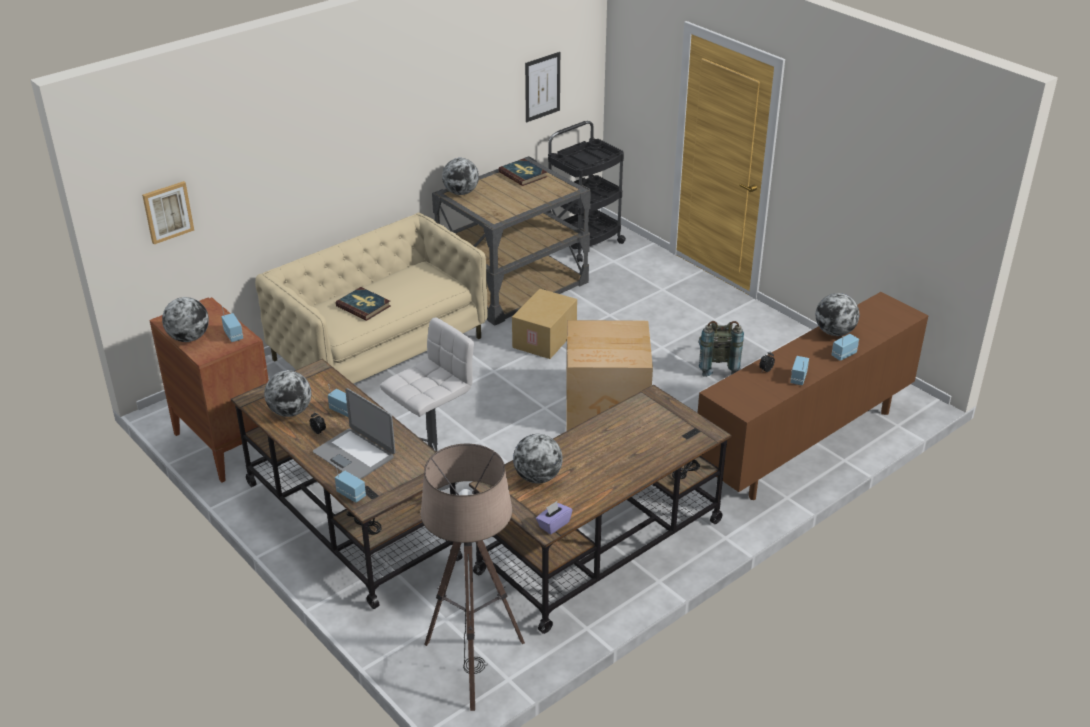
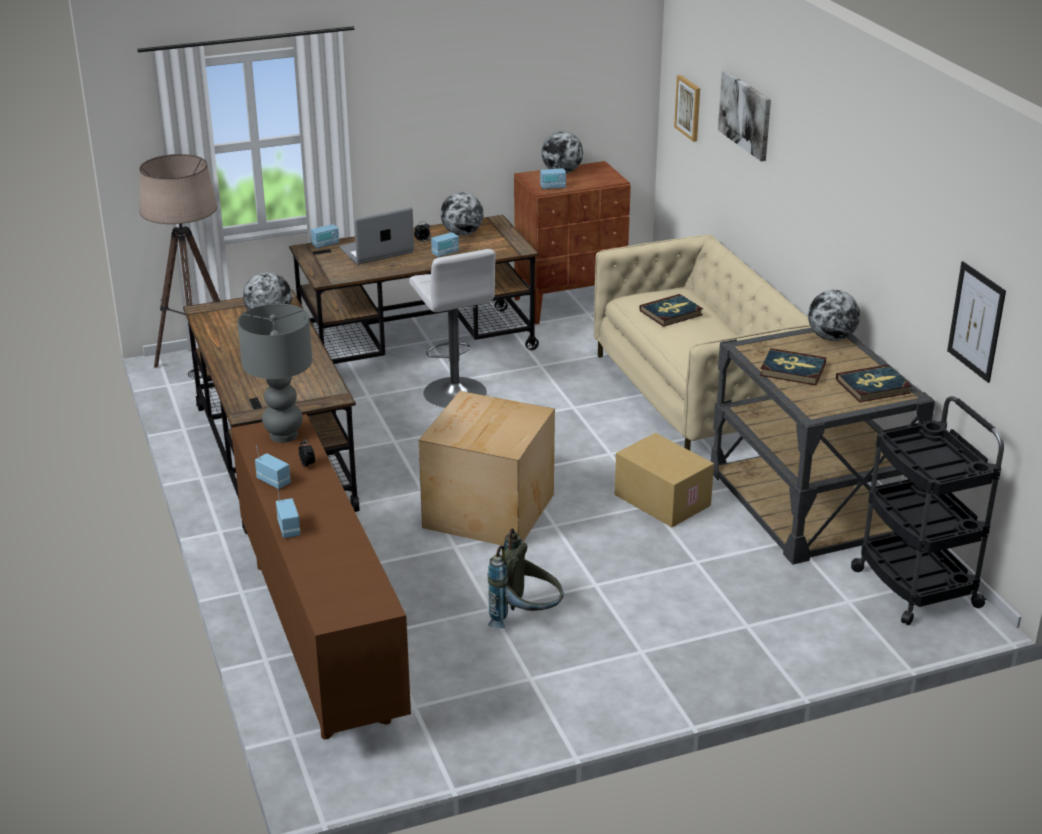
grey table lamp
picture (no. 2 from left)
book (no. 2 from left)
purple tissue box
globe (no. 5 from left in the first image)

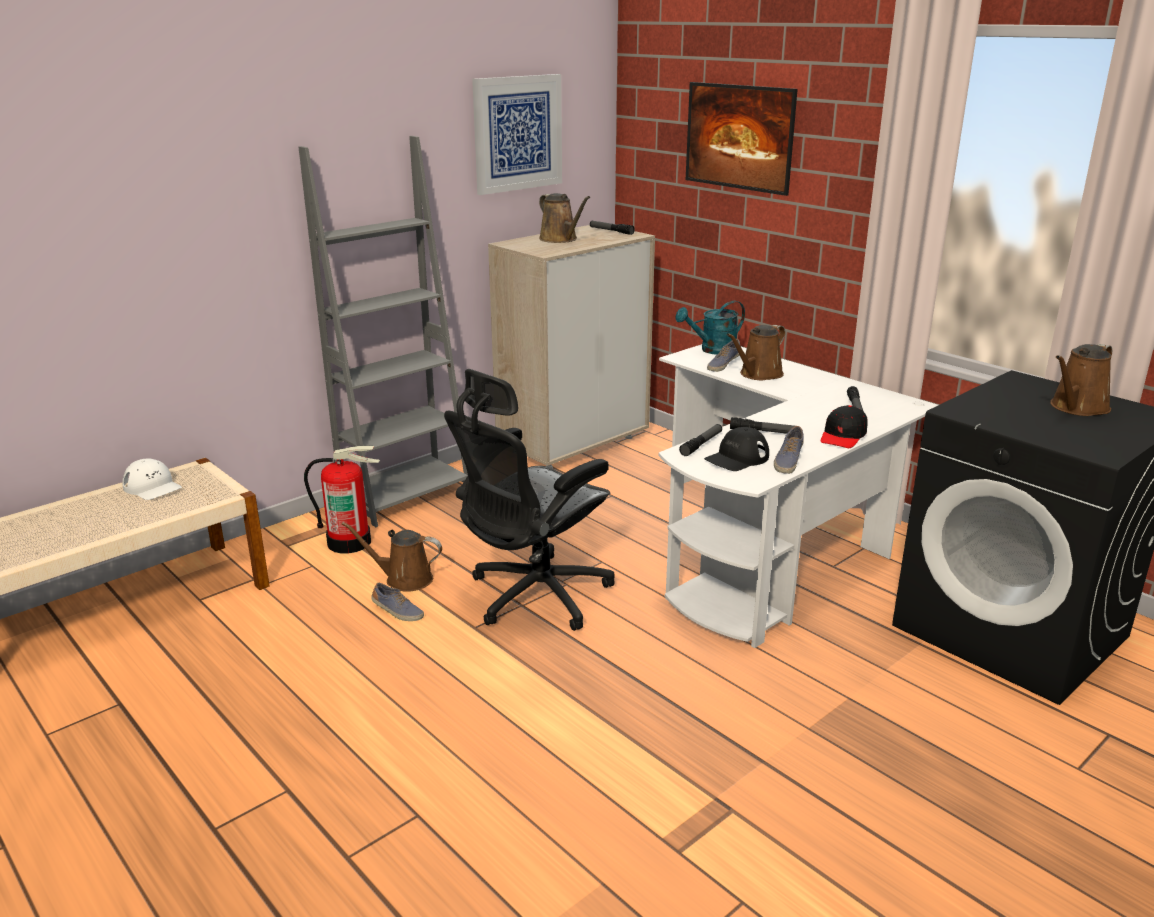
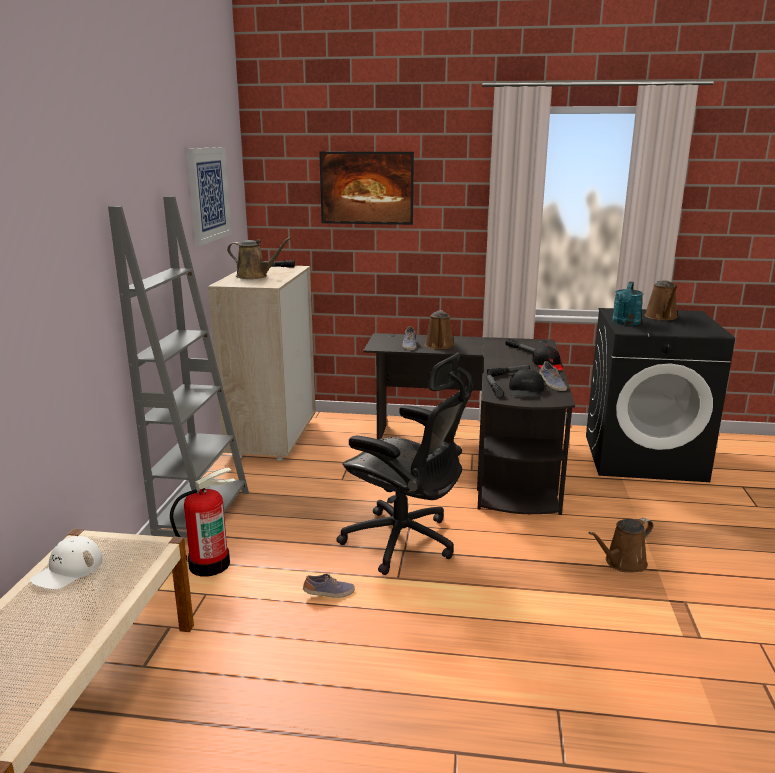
white cap
office chair
black desk
brown watering can (no. 3 from left)
turquoise watering can

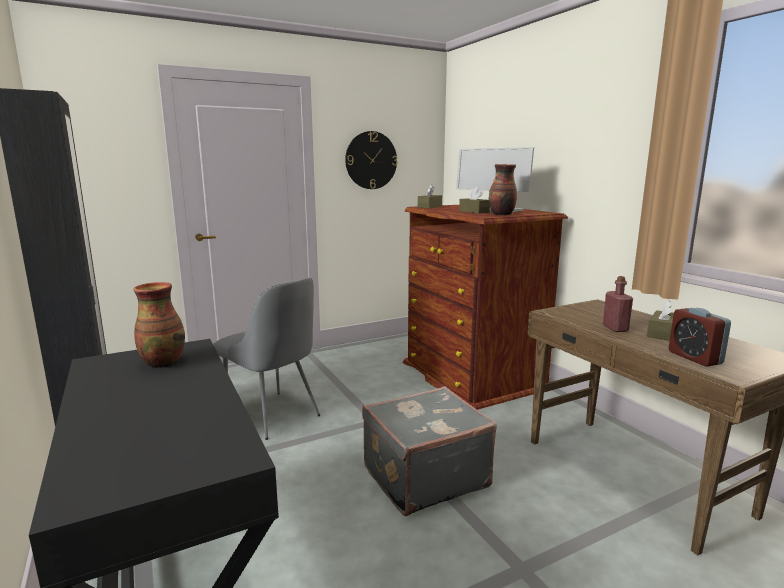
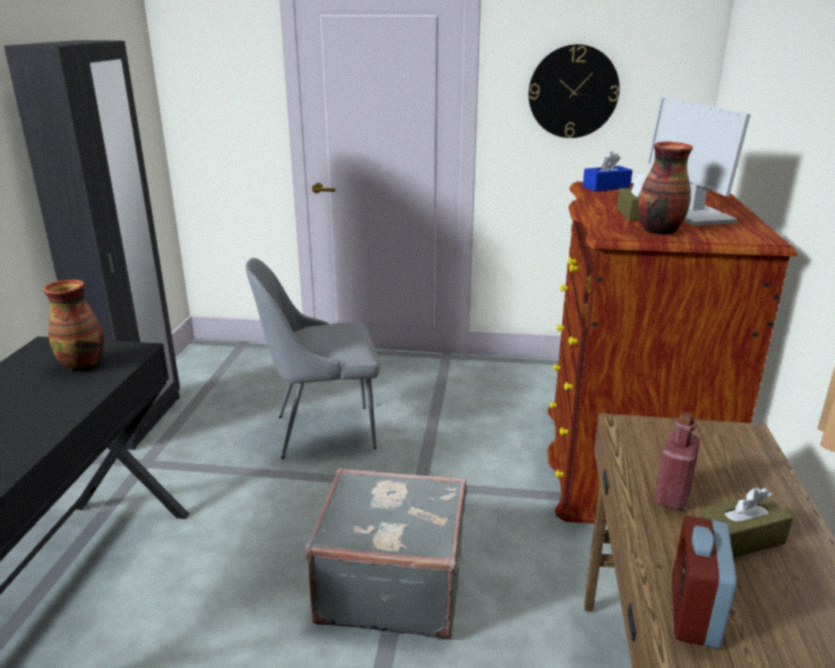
grey chair
blue tissue box

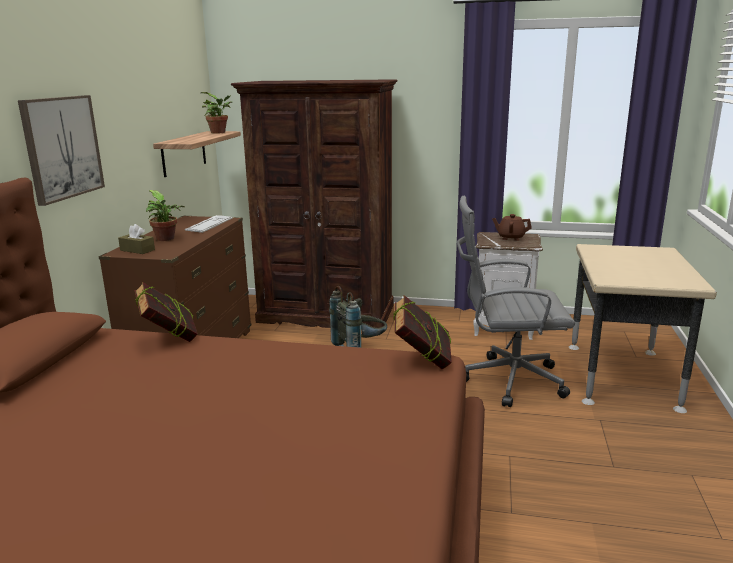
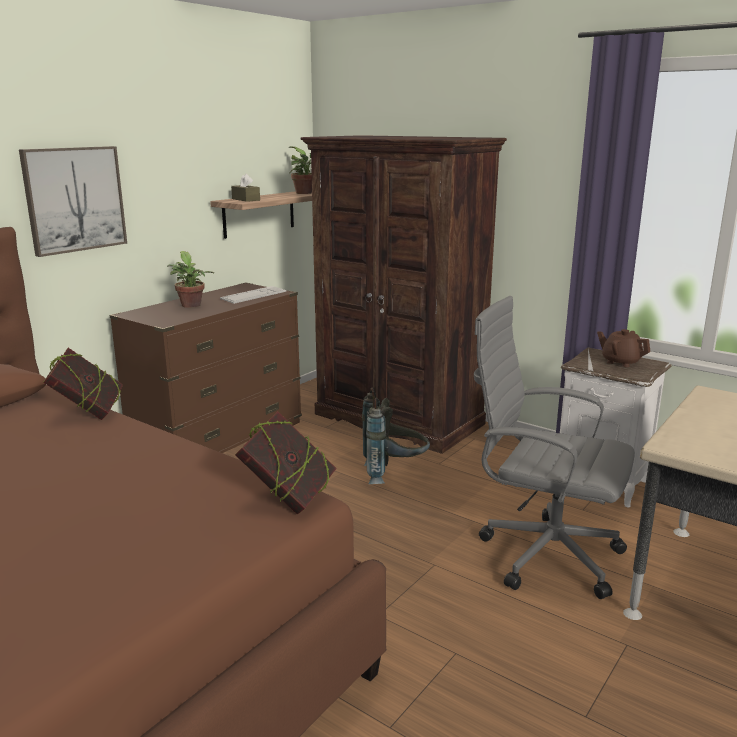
brown tissue box

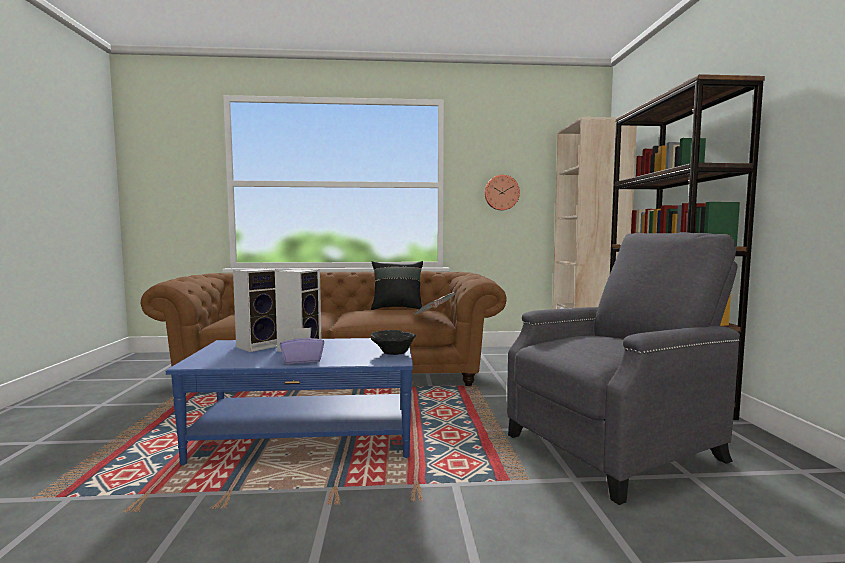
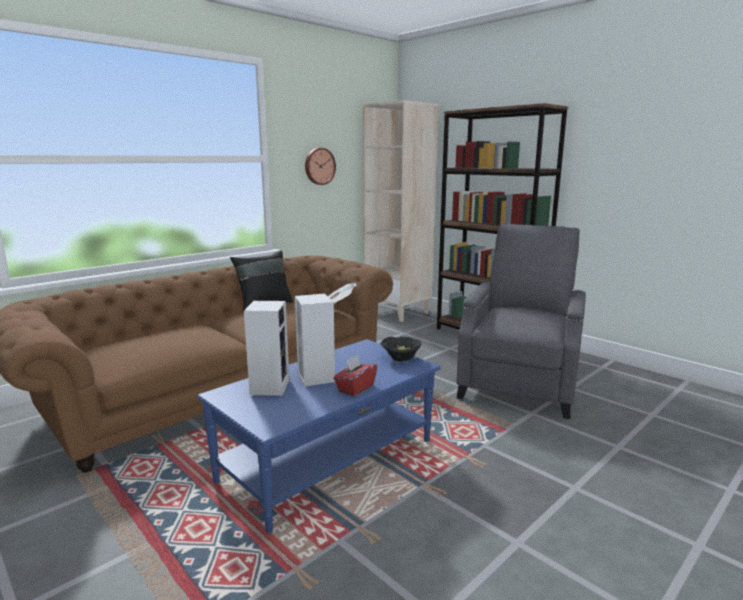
red tissue box

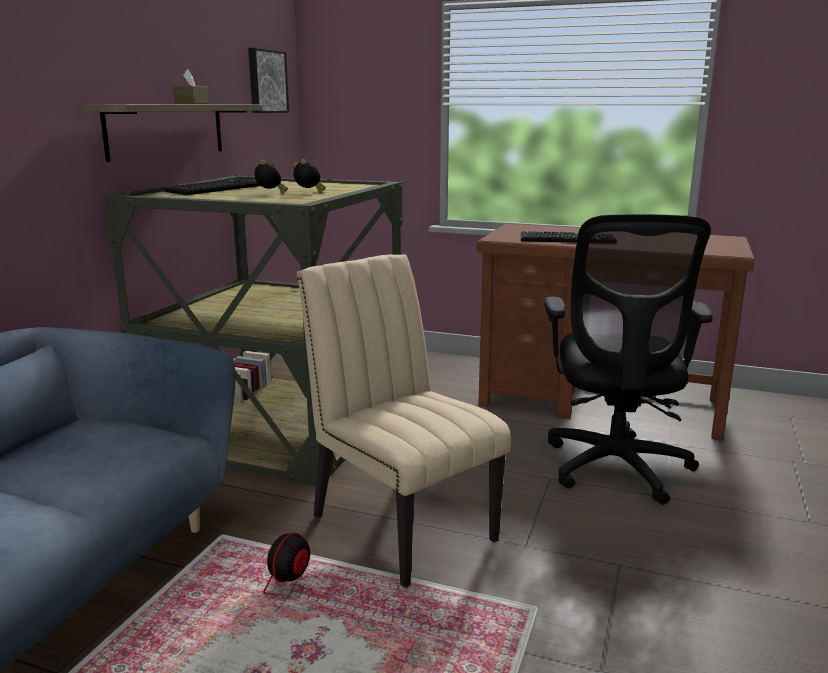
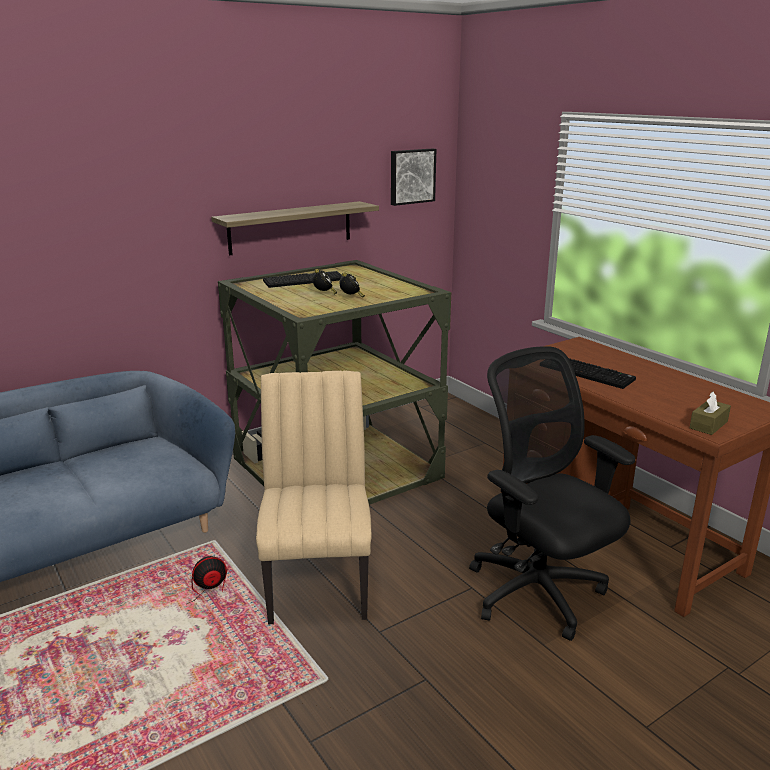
black office chair
brown tissue box

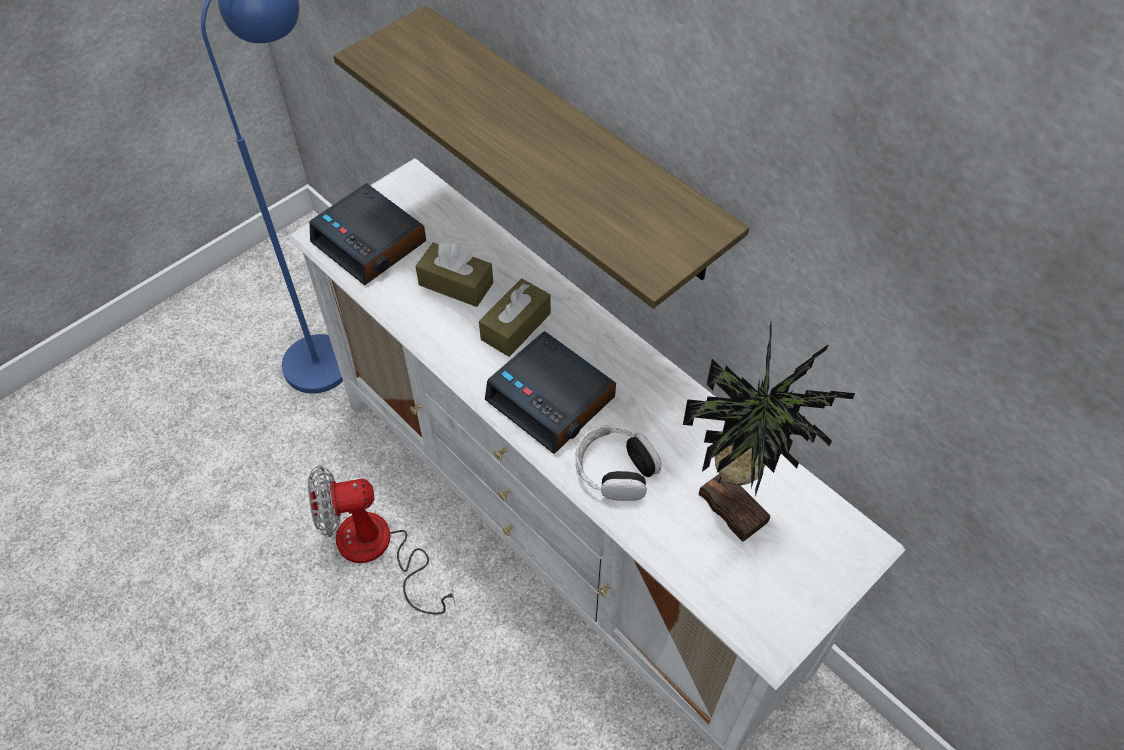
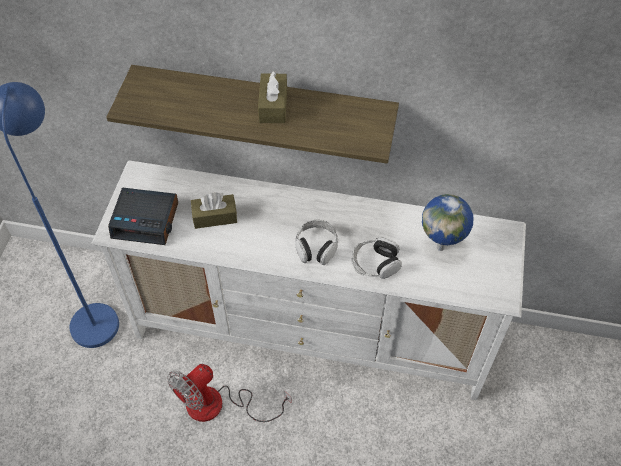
brown tissue box (no. 2 from left)
headphones (no. 1 from left)
globe

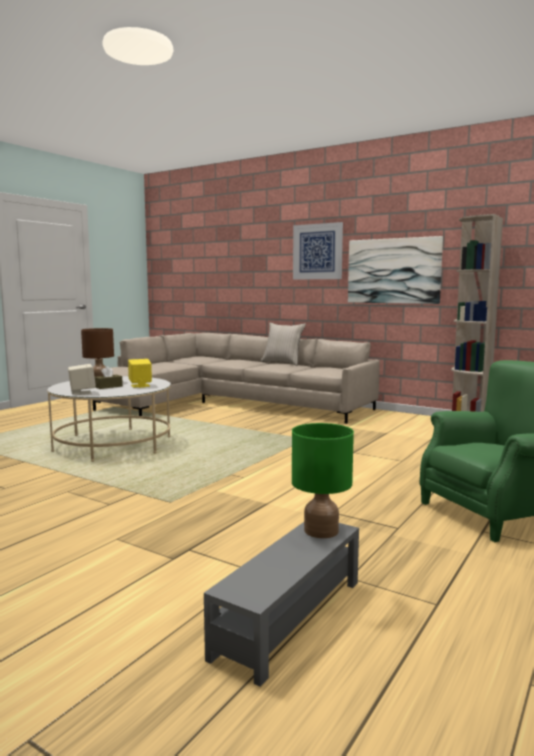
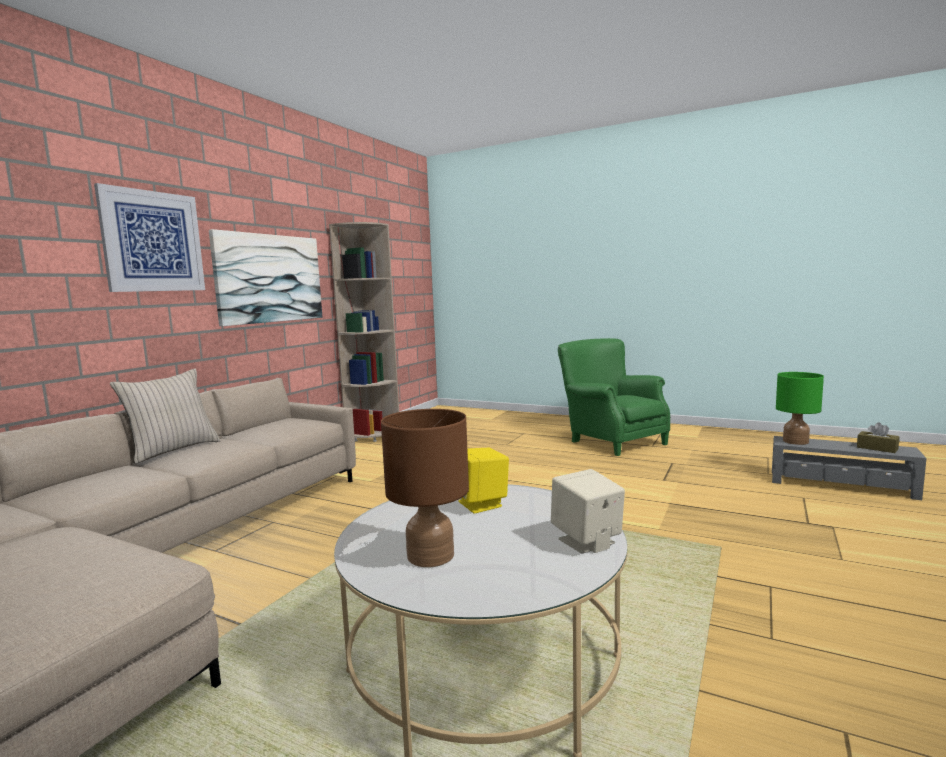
brown tissue box

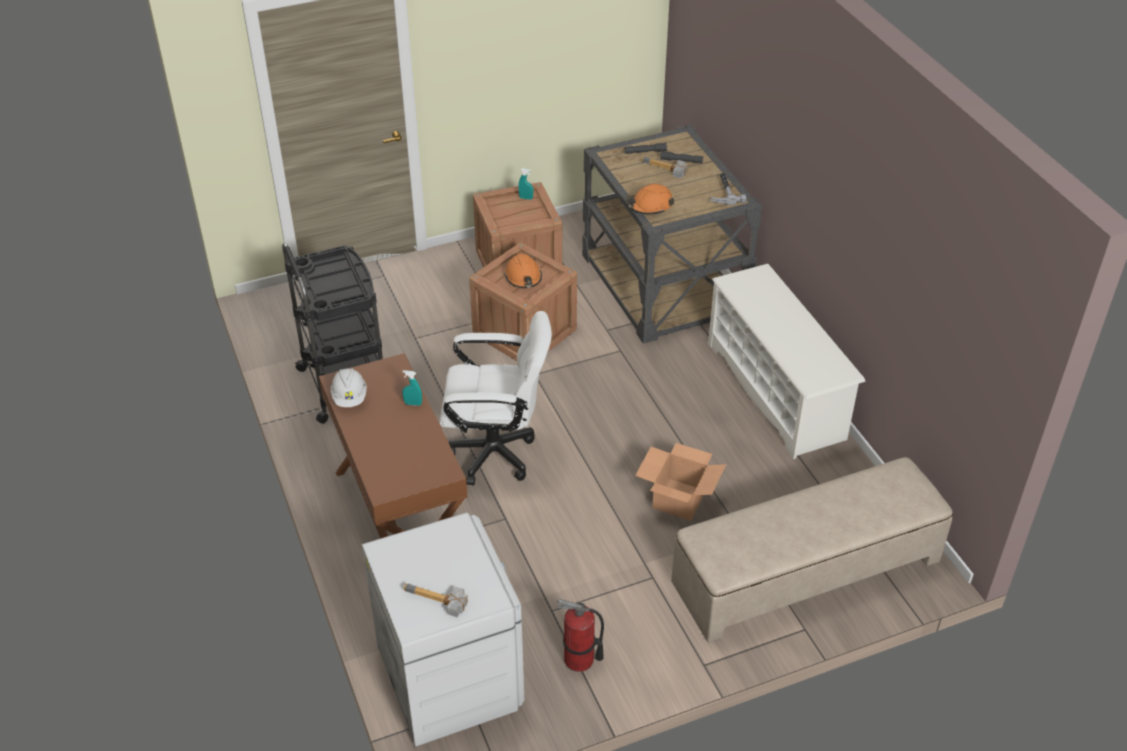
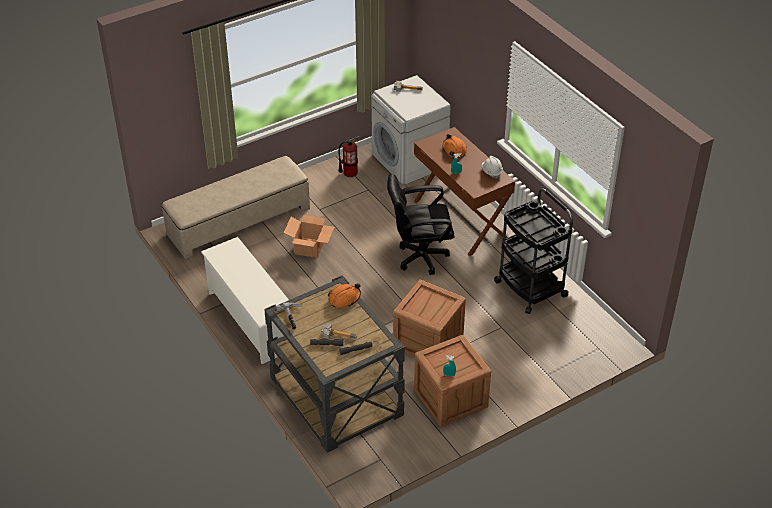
black office chair
orange hard hat (no. 2 from left)

